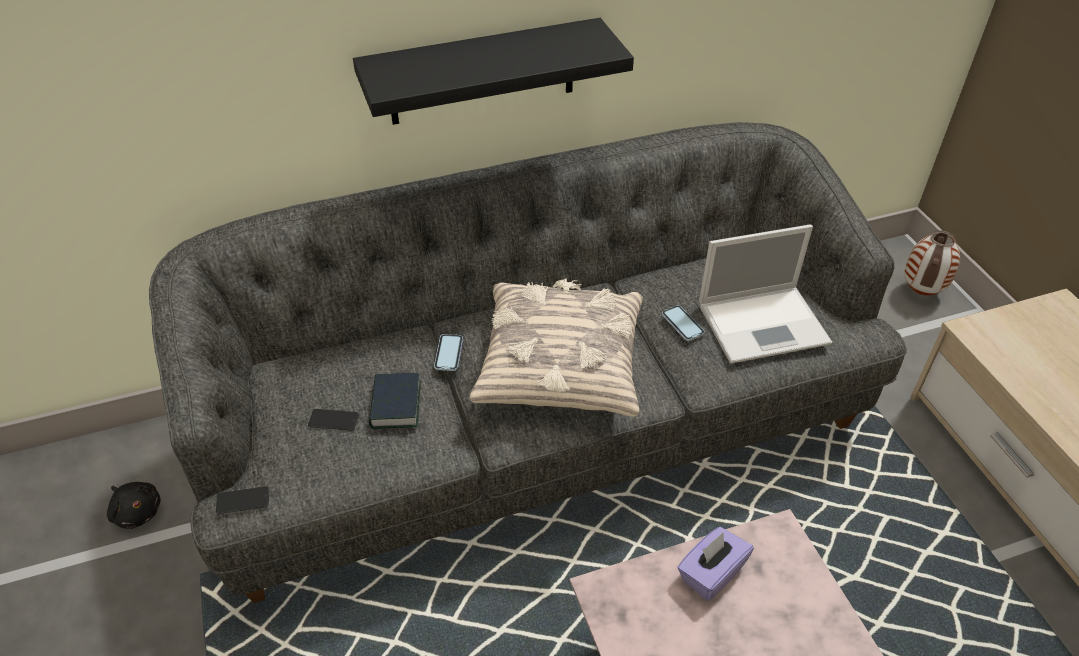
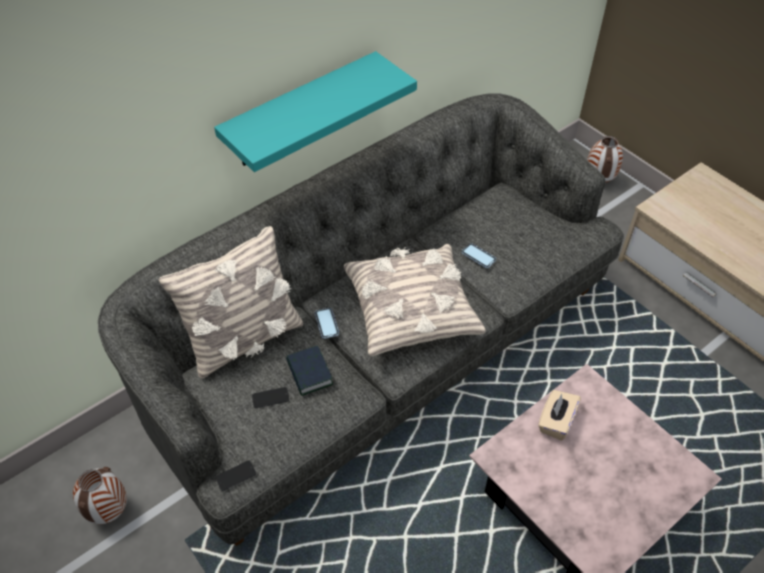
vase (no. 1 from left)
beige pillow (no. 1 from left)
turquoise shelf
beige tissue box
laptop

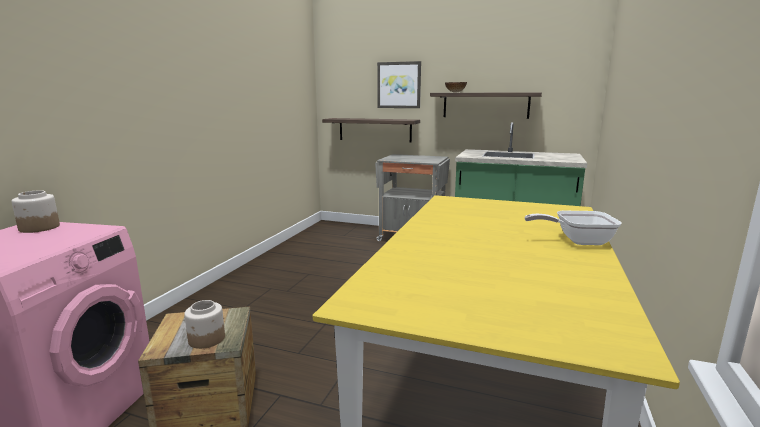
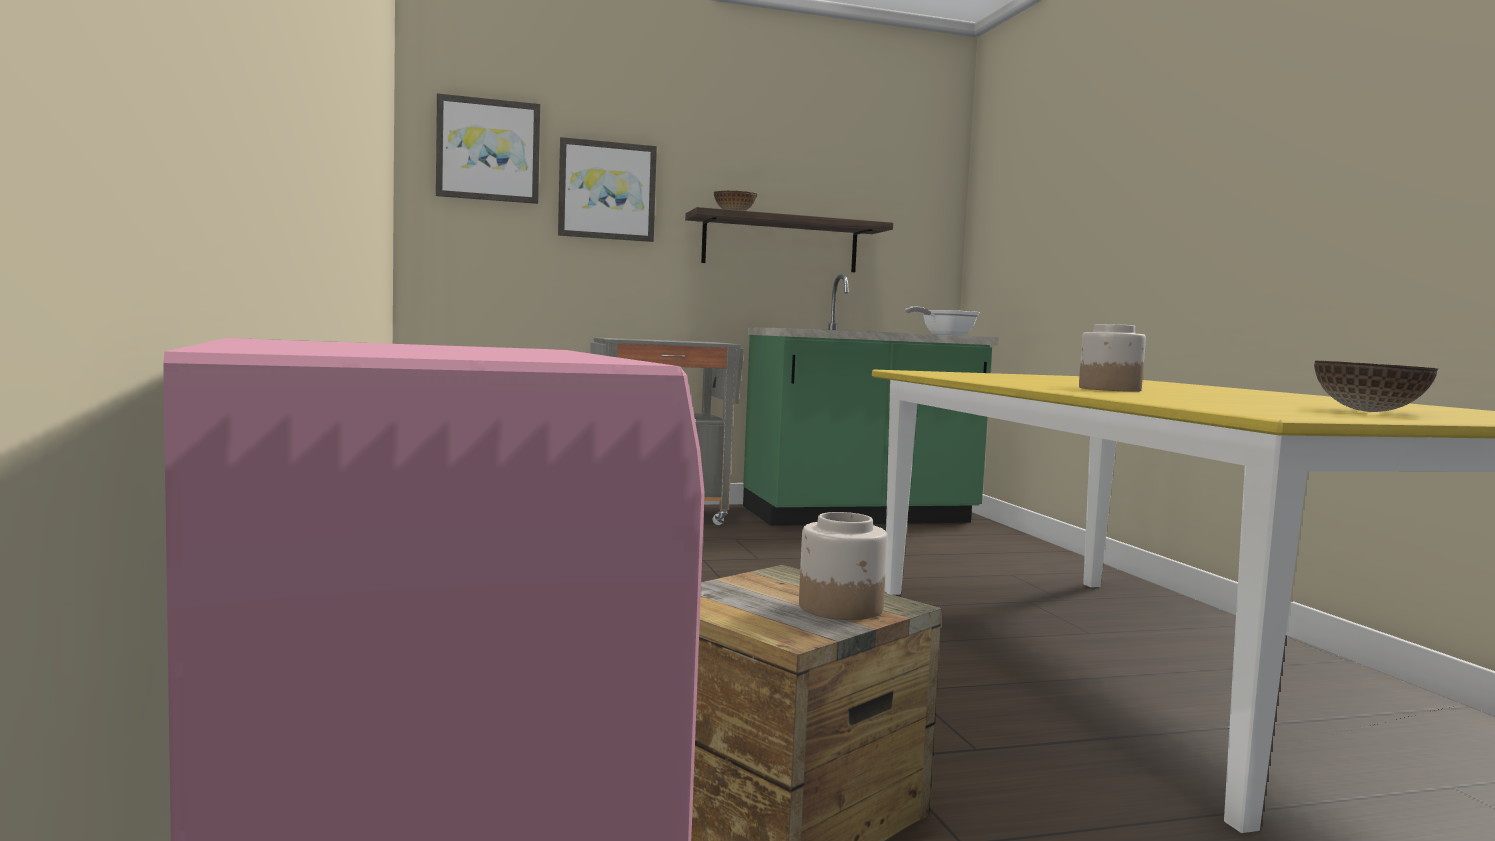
picture (no. 1 from left)
frying pan
jar (no. 2 from left)
bowl (no. 2 from left)
shelf (no. 1 from left in the first image)

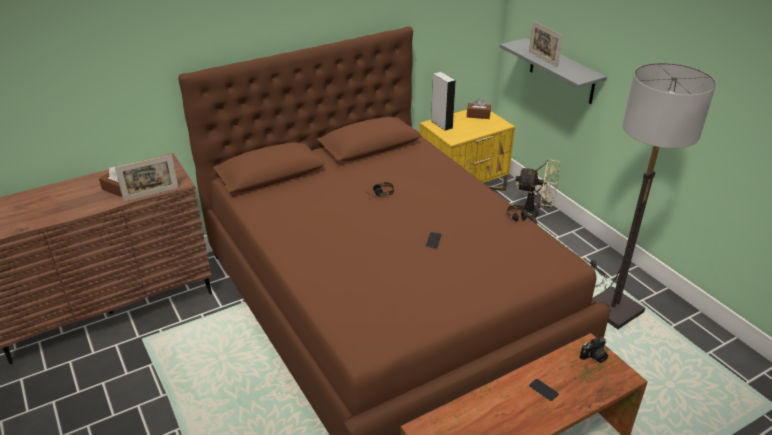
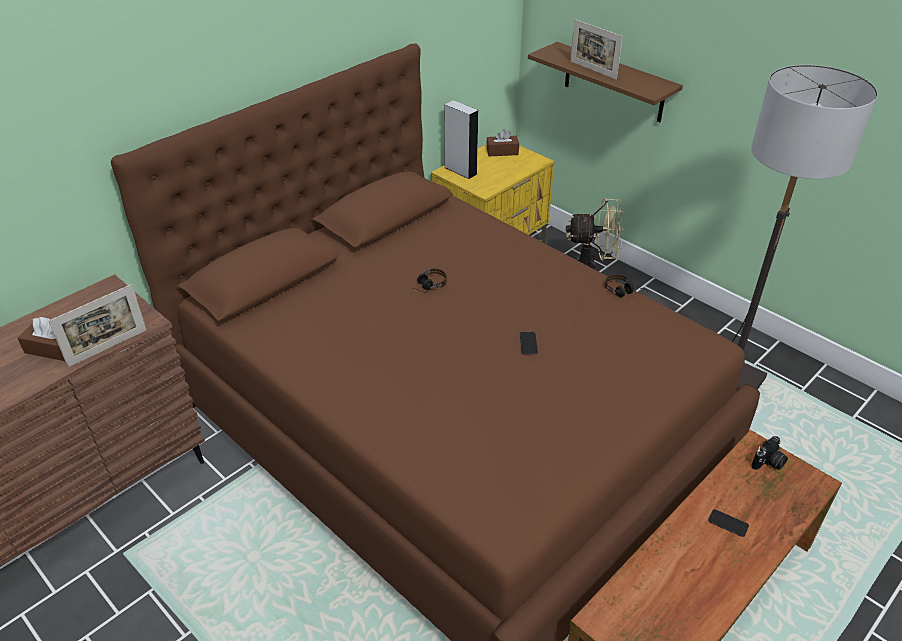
brown shelf

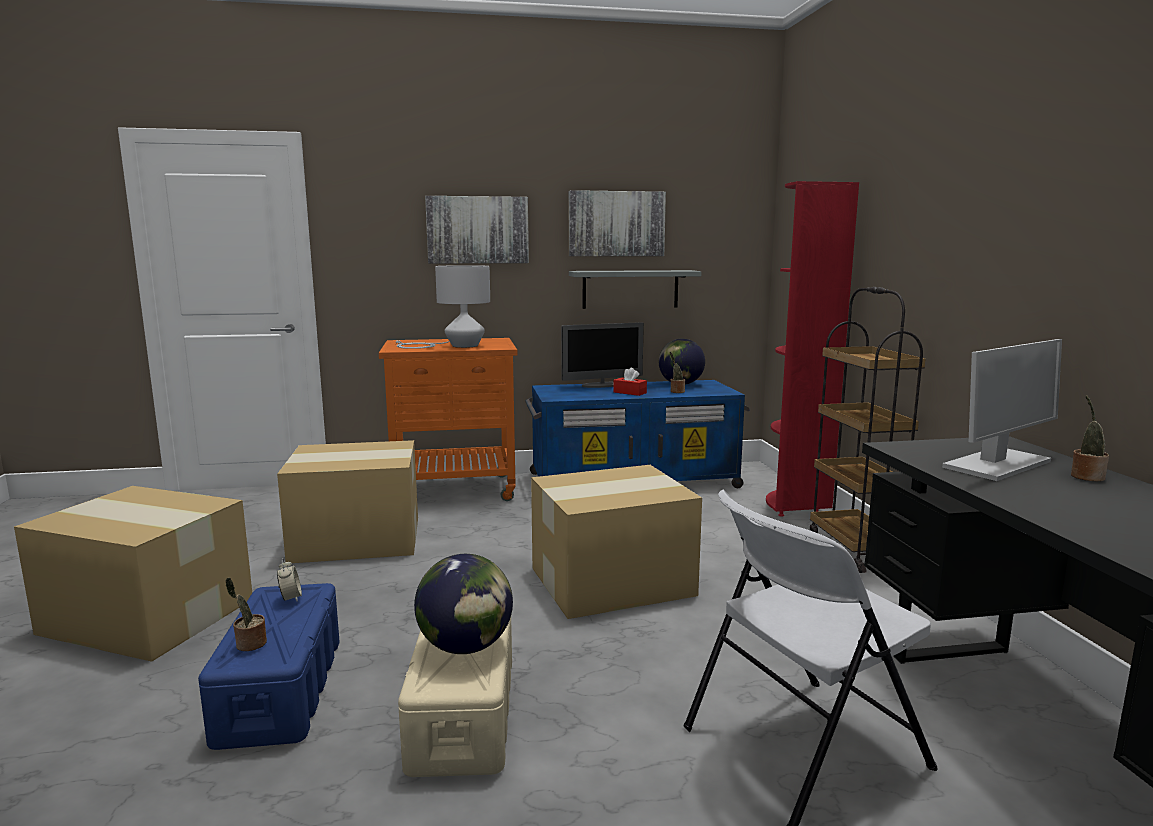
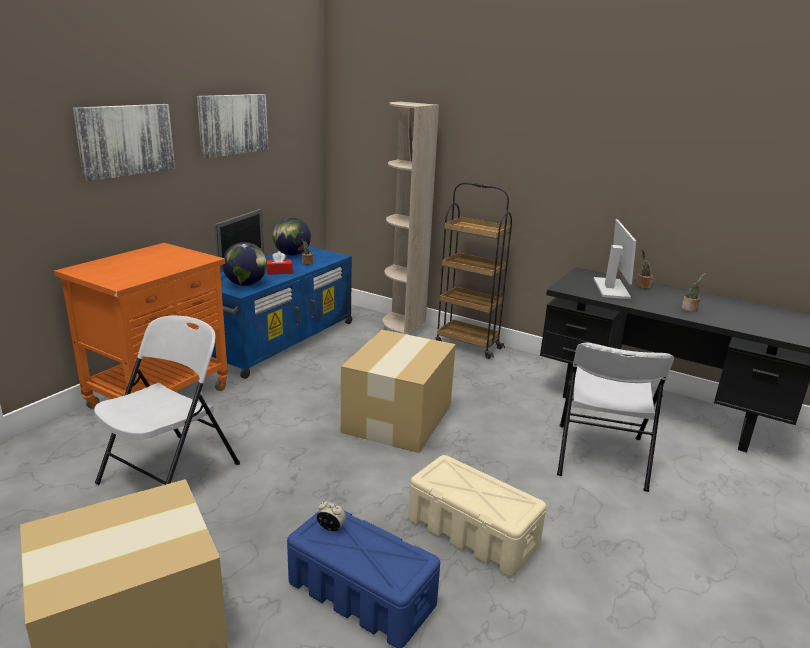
white chair (no. 1 from left)
globe (no. 1 from left)
beige bookcase
potted plant (no. 3 from left)
grey table lamp
grey shelf

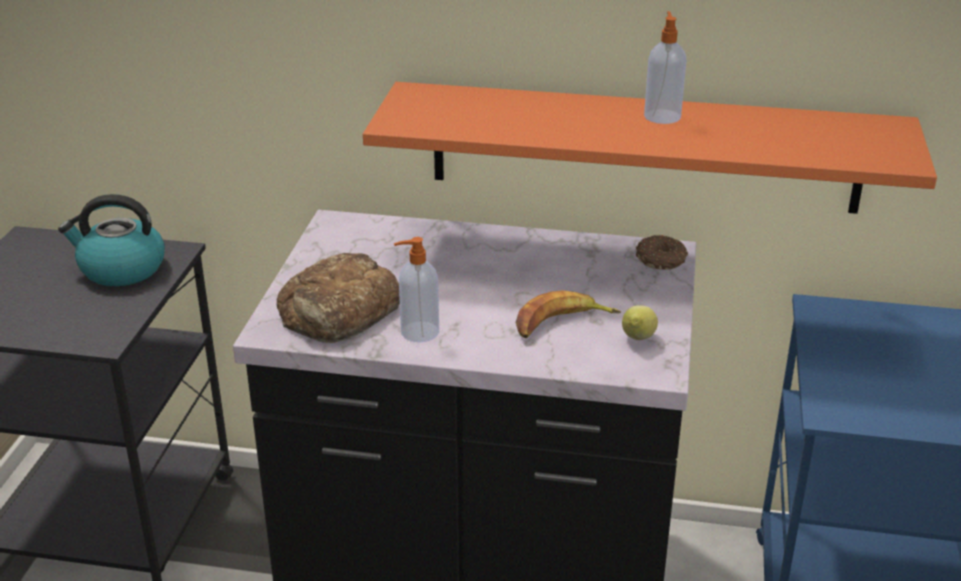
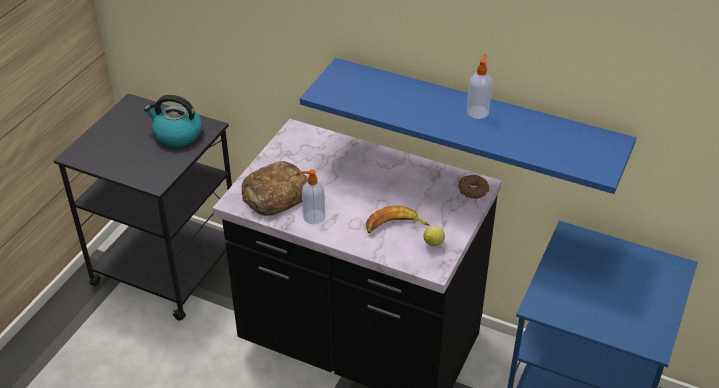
blue shelf

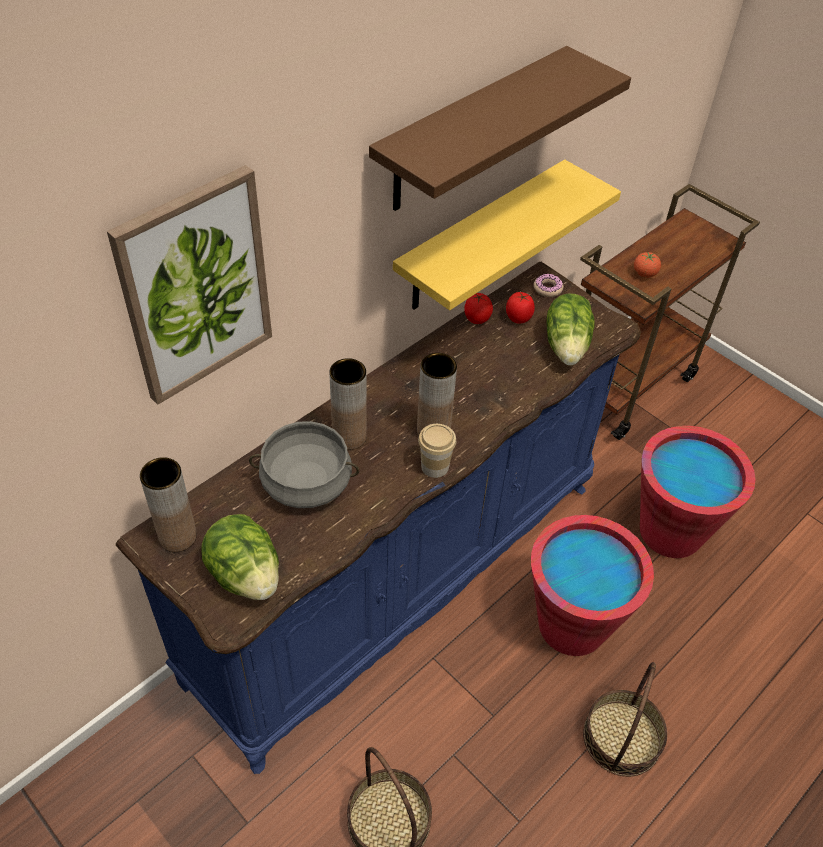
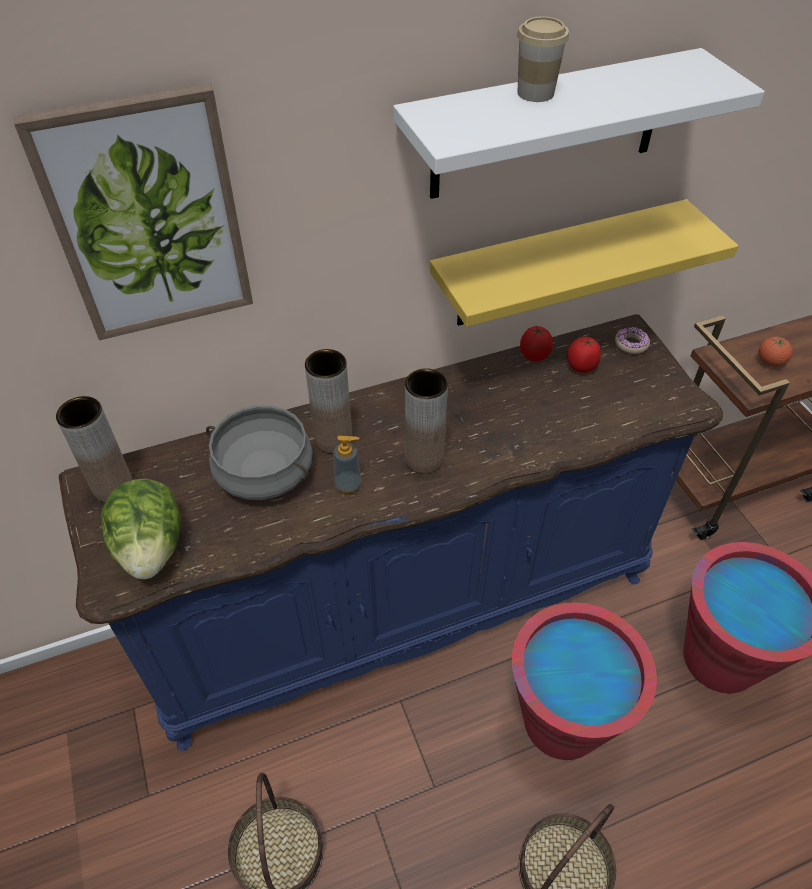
soap dispenser
white shelf
cup
lettuce (no. 2 from left in the first image)

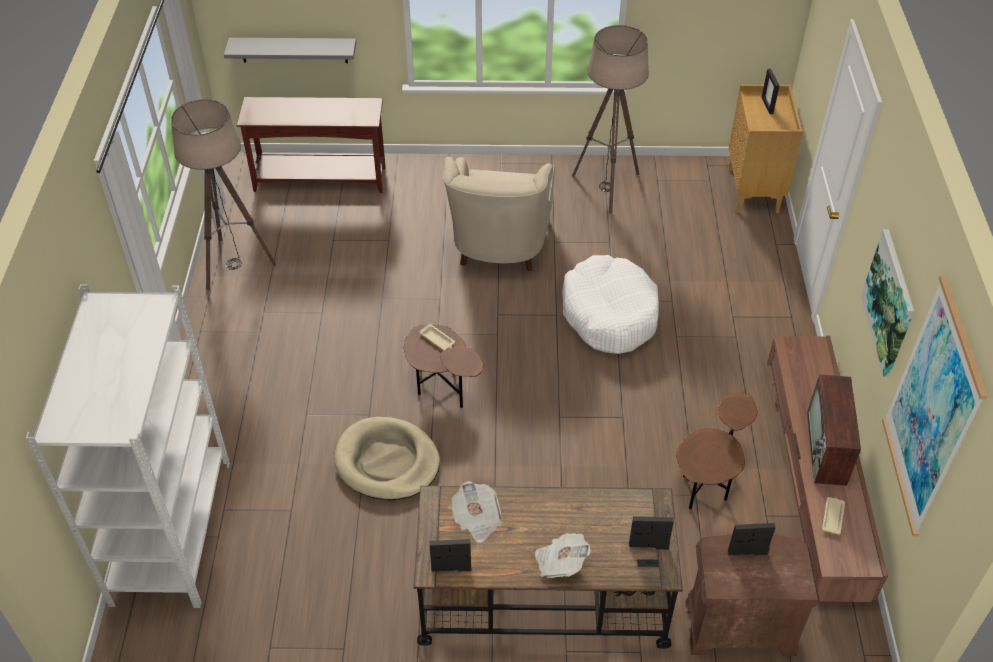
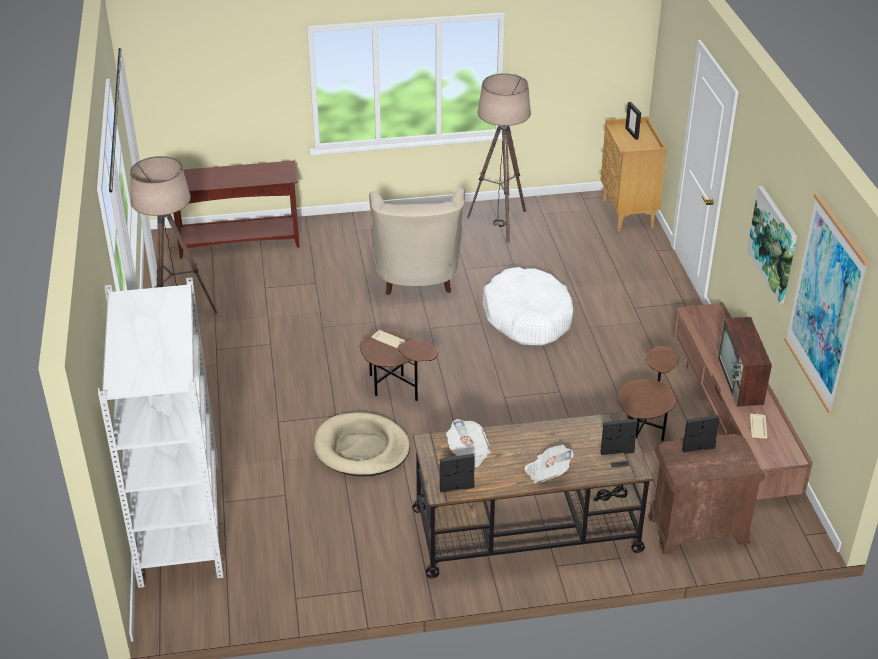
grey shelf

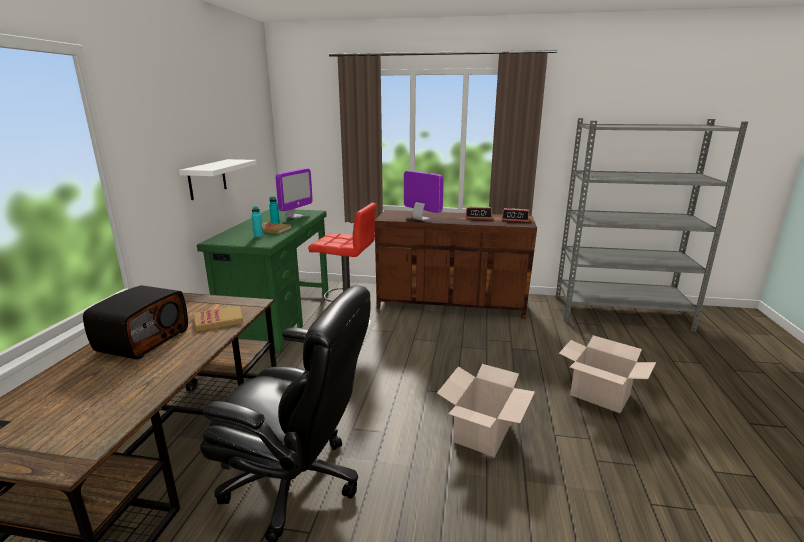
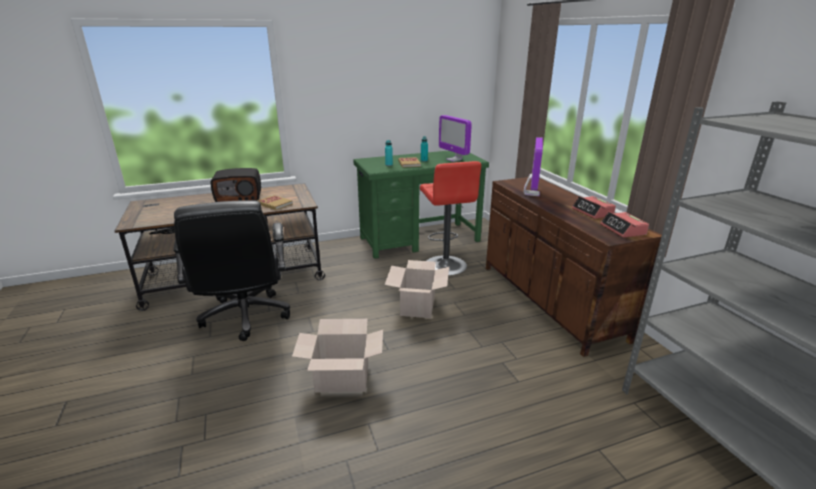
cardboard box (no. 2 from left)
monitor (no. 1 from left)
white shelf

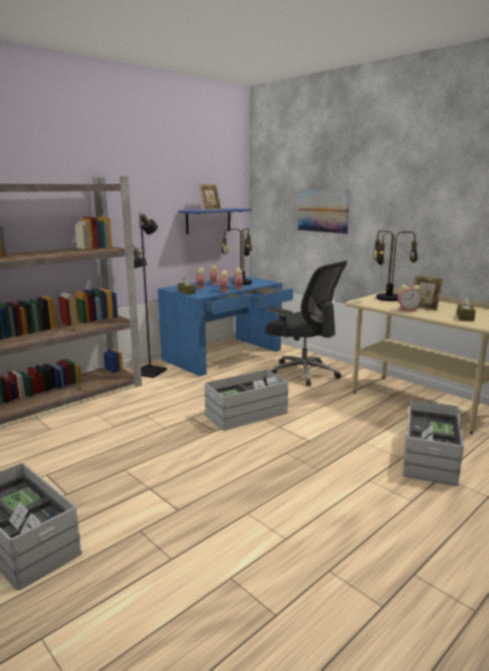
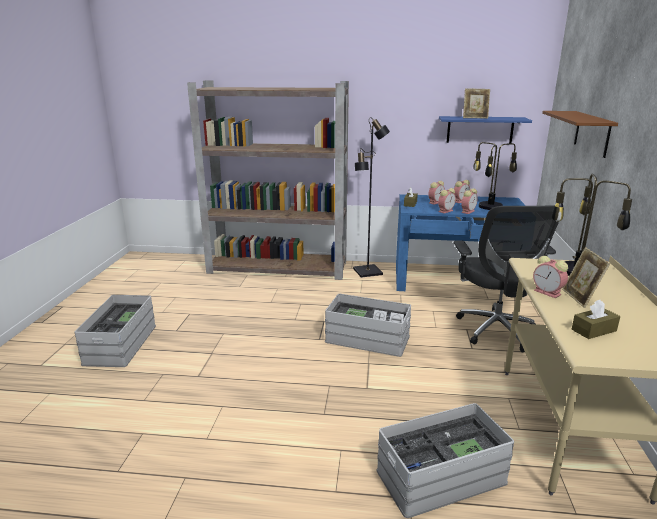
brown shelf

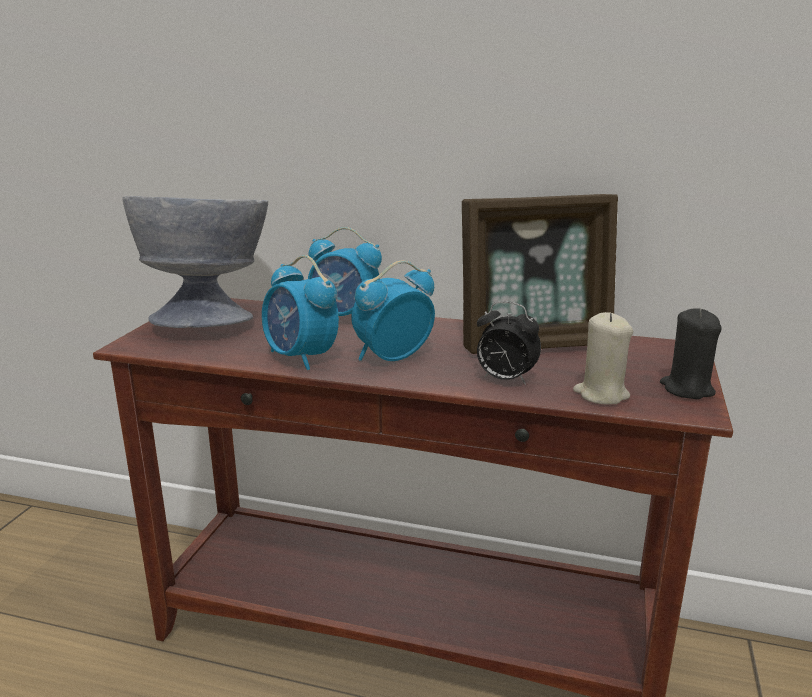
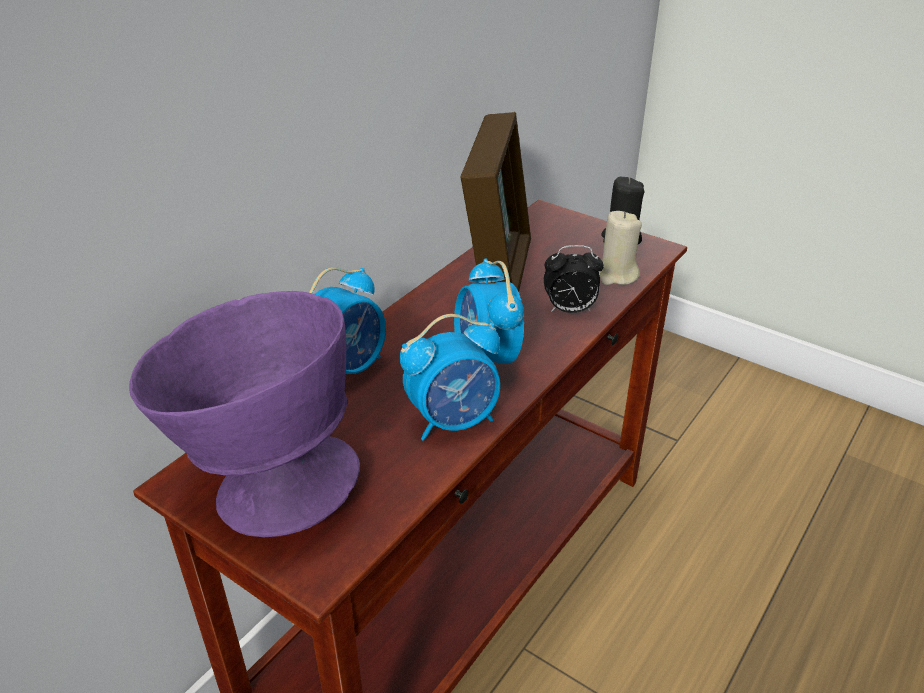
purple bowl
alarm clock (no. 4 from left)

